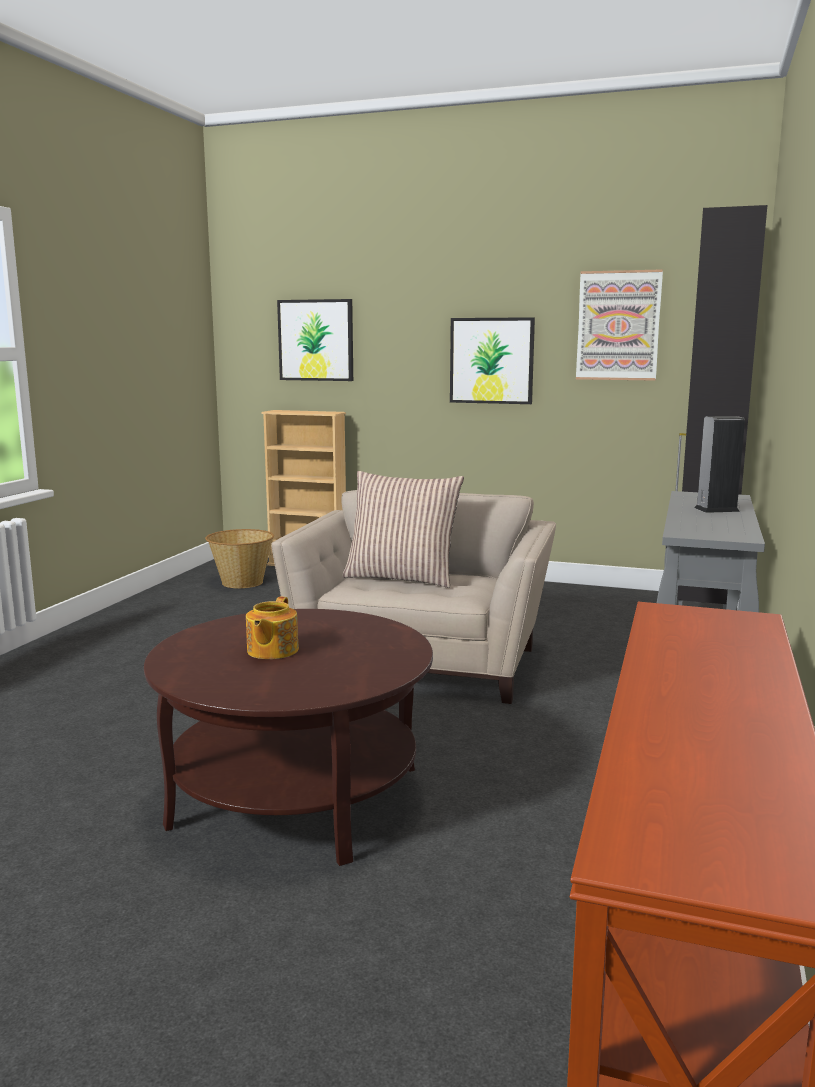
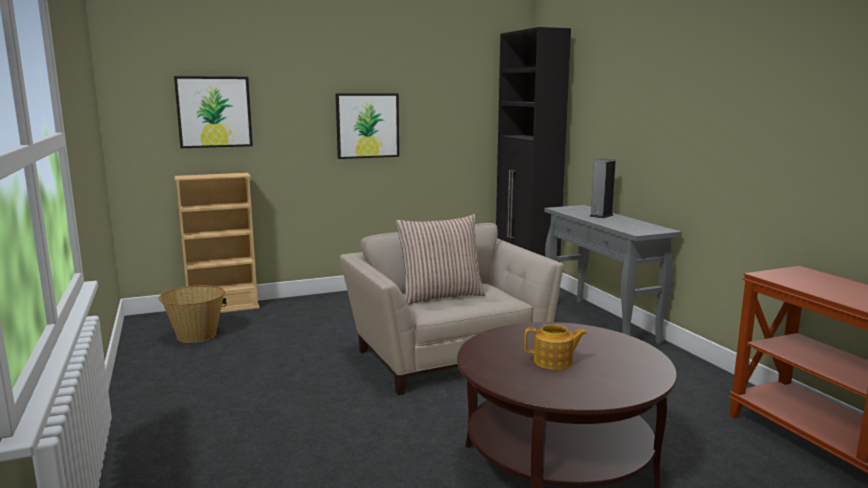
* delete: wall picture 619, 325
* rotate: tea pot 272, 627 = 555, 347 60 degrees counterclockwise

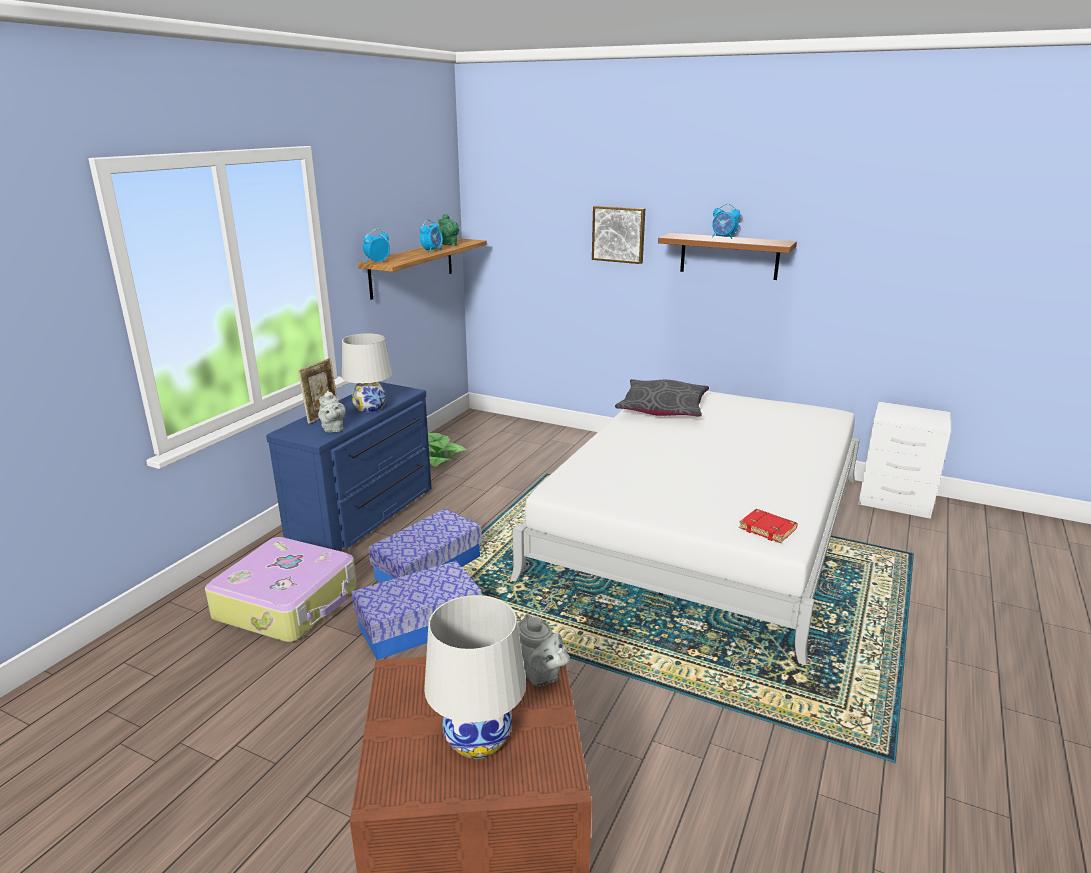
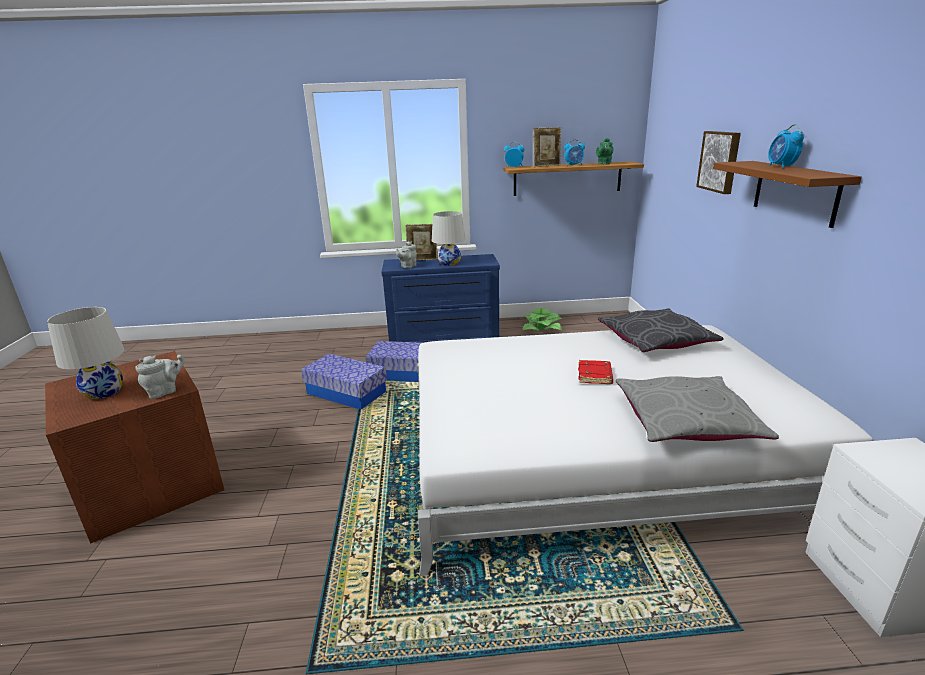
* delete: suitcase 281, 589
* insert: picture frame 547, 147
* insert: grey cushion 697, 409
* move: reddish book 768, 526 to 595, 372
* rotate: grey tea pot 544, 650 = 160, 377 150 degrees counterclockwise

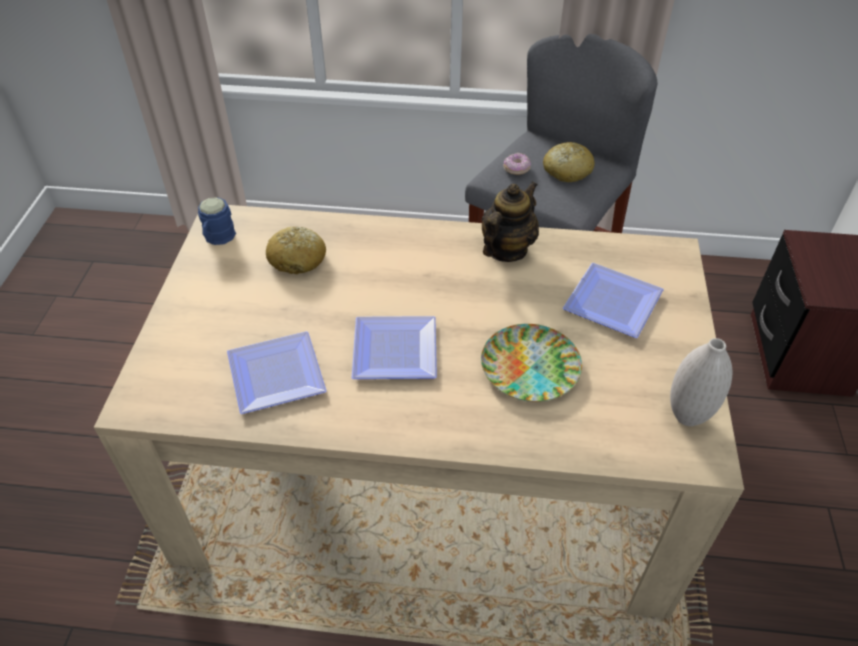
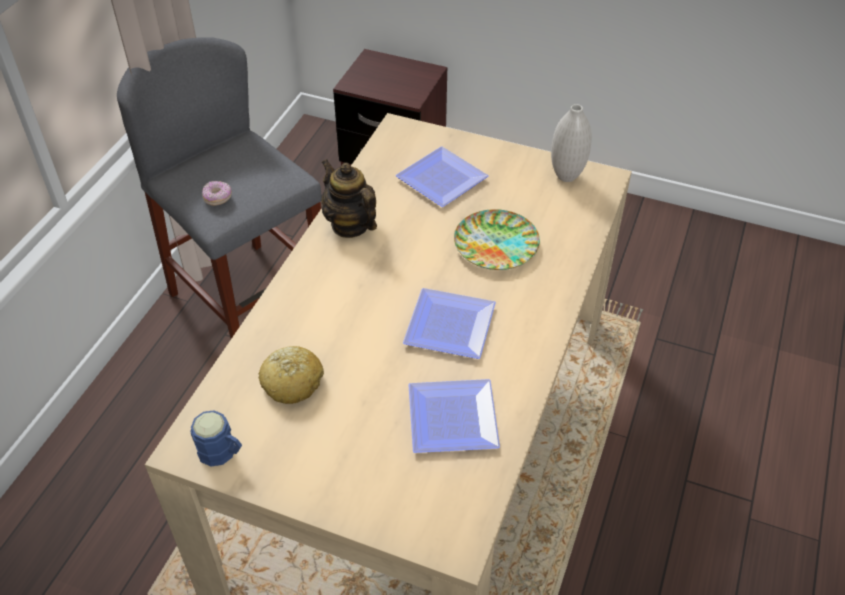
* delete: bread 569, 162

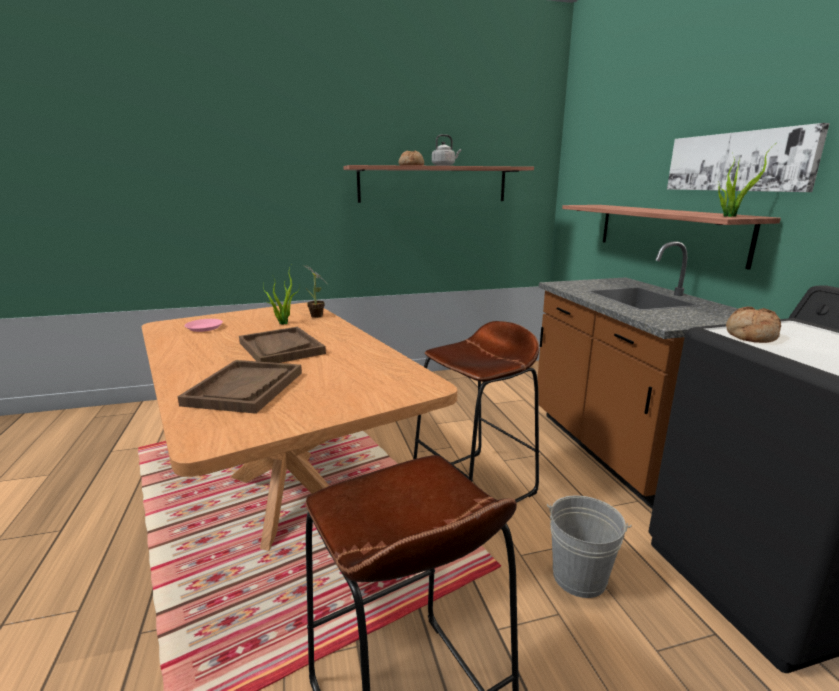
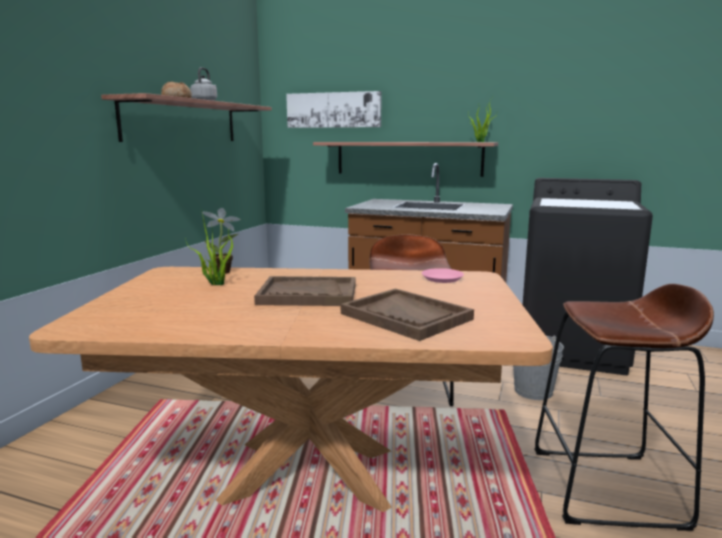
* delete: bread 753, 325
* move: pink dinner plate 204, 325 to 443, 275
* move: wall picture 748, 157 to 334, 109

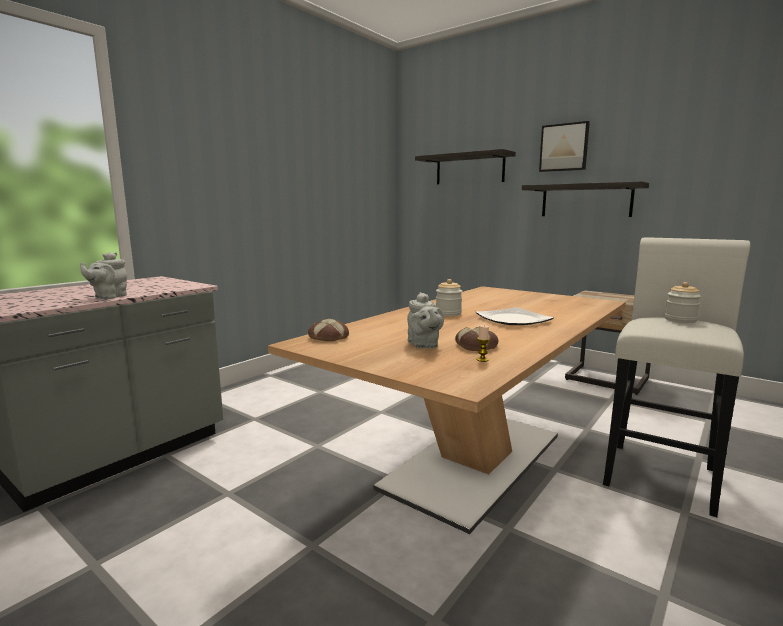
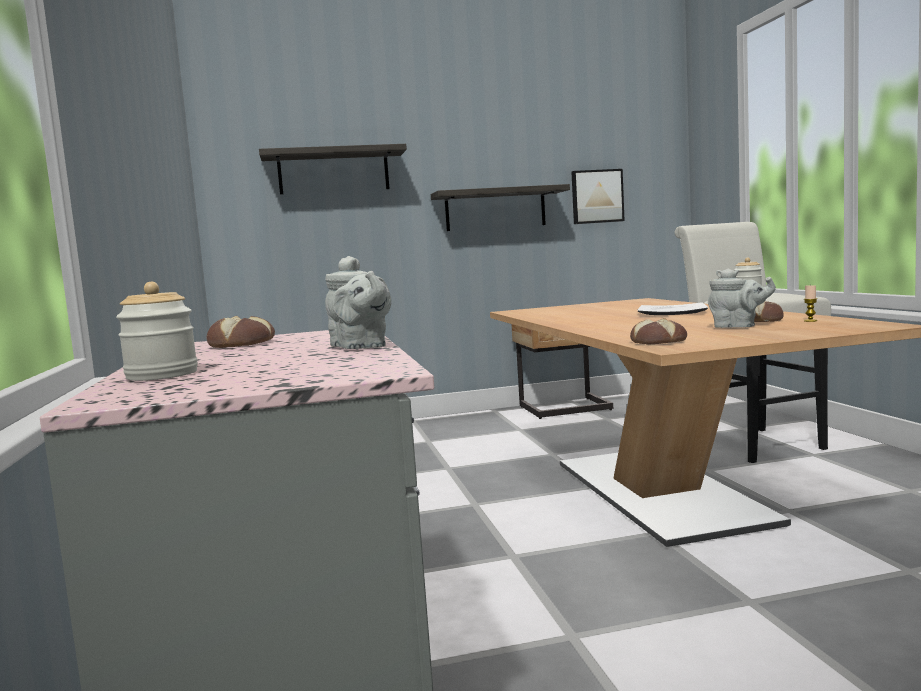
* insert: bread 241, 332
* move: preserve jar 449, 297 to 157, 331
* move: wall picture 564, 146 to 598, 196

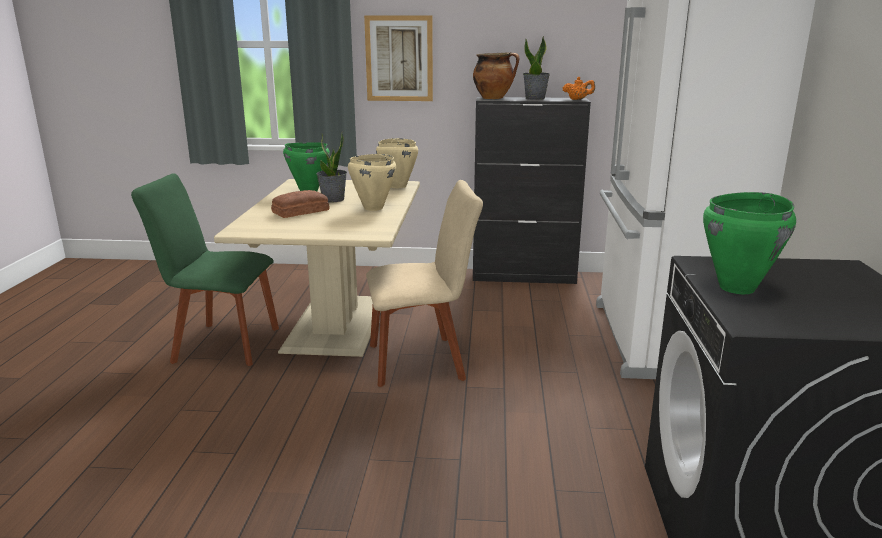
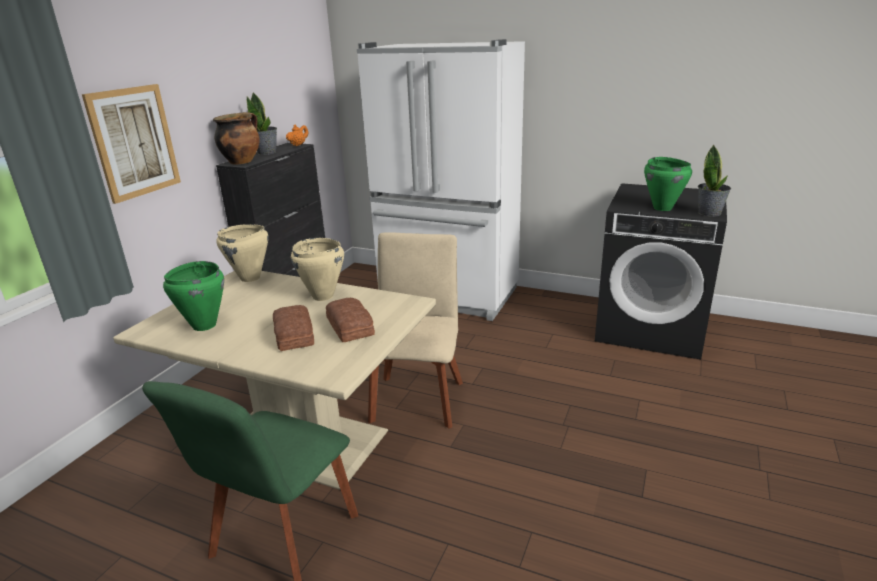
* insert: bread 350, 320
* move: potted plant 331, 167 to 714, 180

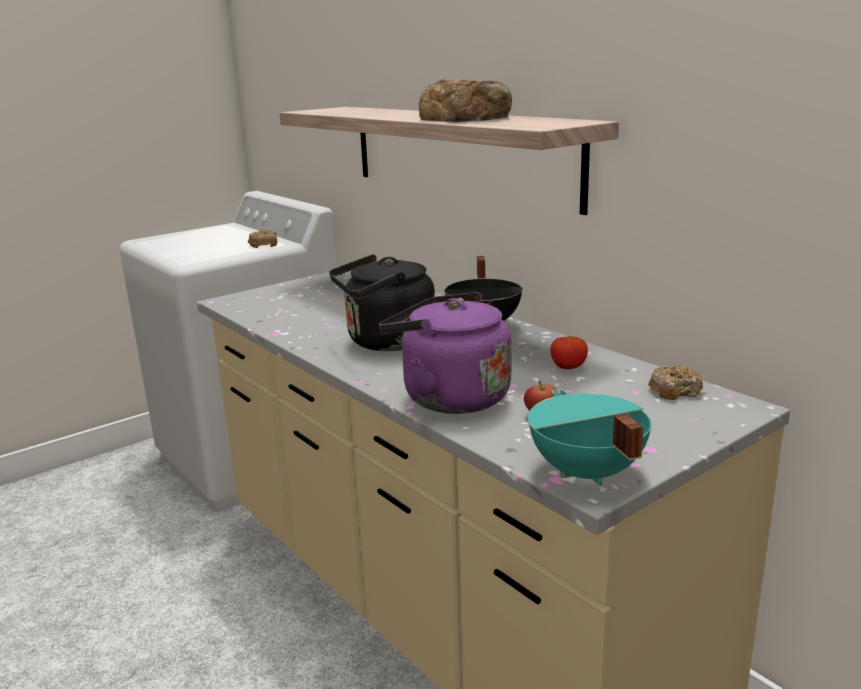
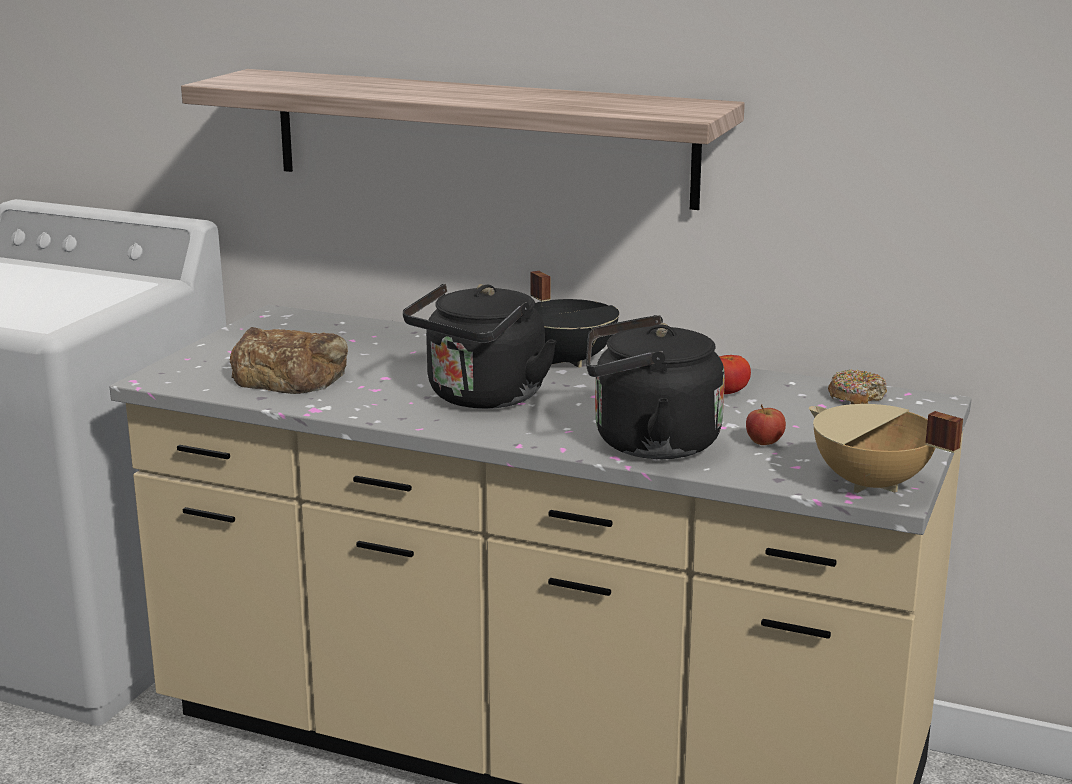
* delete: doughnut 263, 239
* move: bread 465, 100 to 289, 360
* recolor: purple water kettle 445, 353 to black water kettle 655, 387
* recolor: blue-green cooking pot 589, 437 to beige-coloured cooking pot 886, 448

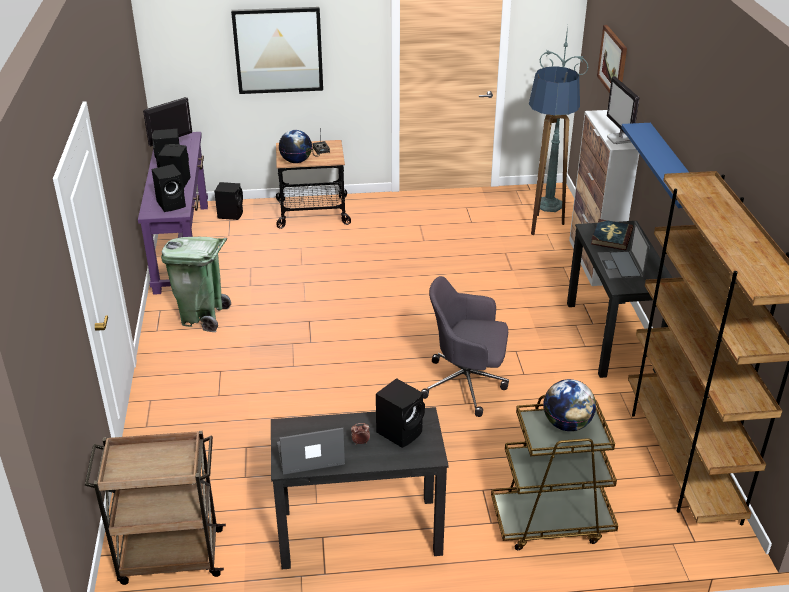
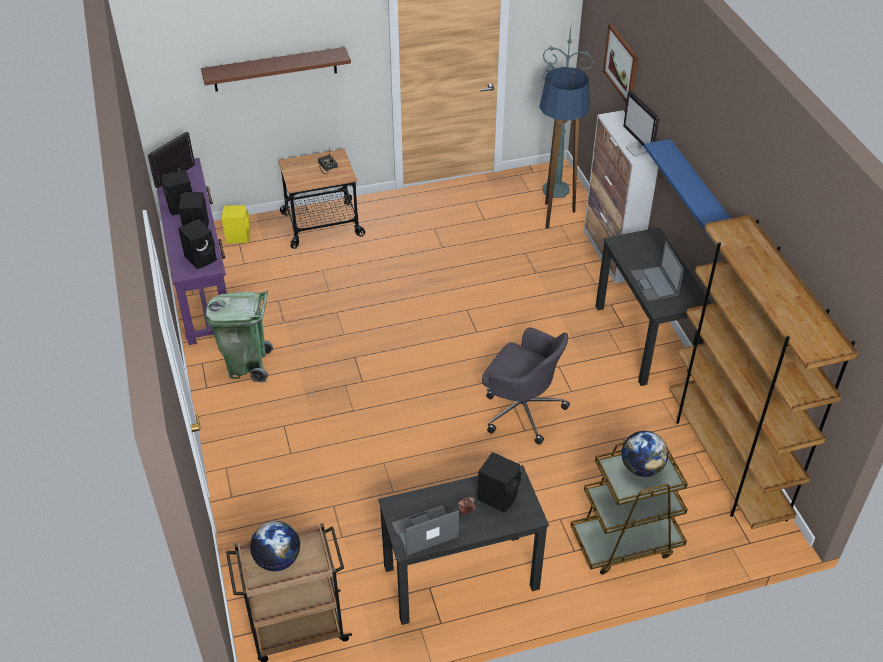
* delete: book 612, 234
* move: desk globe 295, 146 to 275, 546
* replace: wall picture 277, 50 to brownish wall shelf 276, 69
* recolor: black speaker 228, 201 to yellow speaker 236, 224
* rotate: grey computer chair 465, 346 = 526, 386 150 degrees counterclockwise

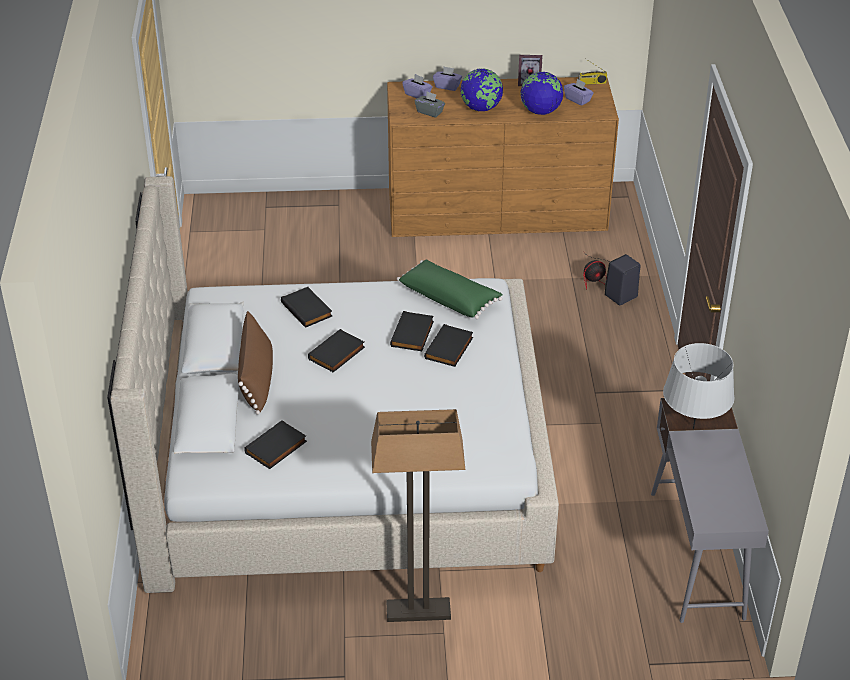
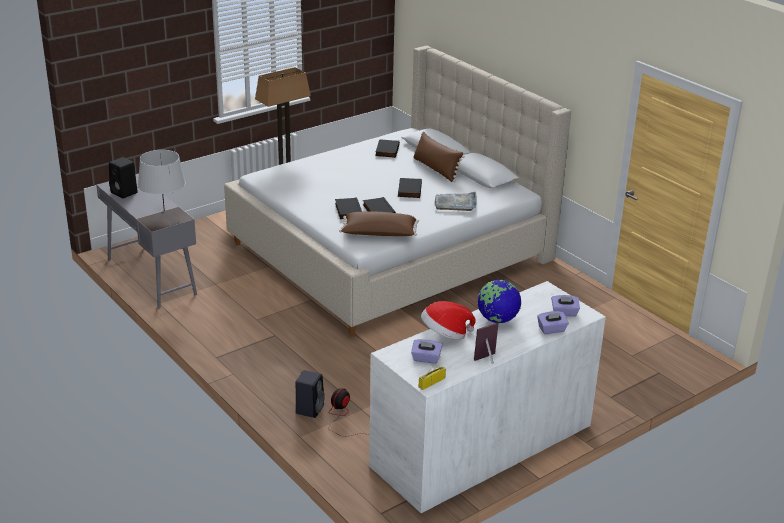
* delete: grey box of tissues 430, 104
* insert: black speaker 123, 177
* replace: black book 306, 307 to grey serving tray 456, 201
* replace: desk globe 542, 93 to clothing hat 448, 320
* recolor: brownish dresser 503, 157 to whitish dresser 487, 397
* recolor: greenish cushion 450, 289 to brownish cushion 379, 224

